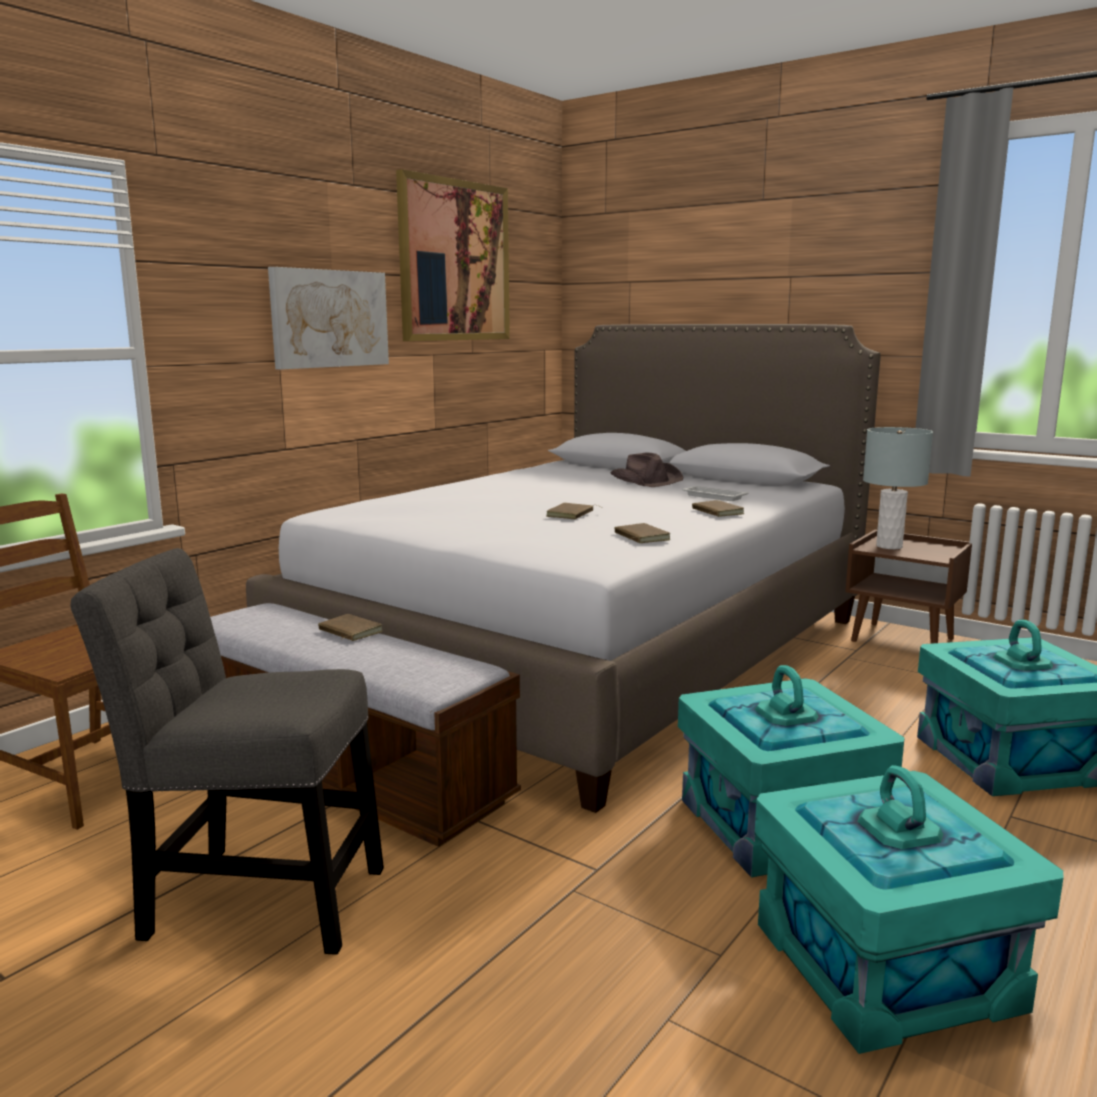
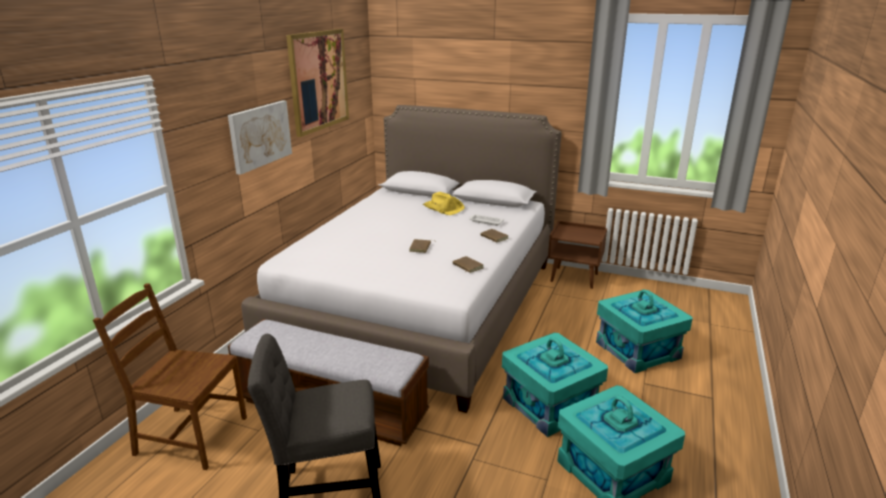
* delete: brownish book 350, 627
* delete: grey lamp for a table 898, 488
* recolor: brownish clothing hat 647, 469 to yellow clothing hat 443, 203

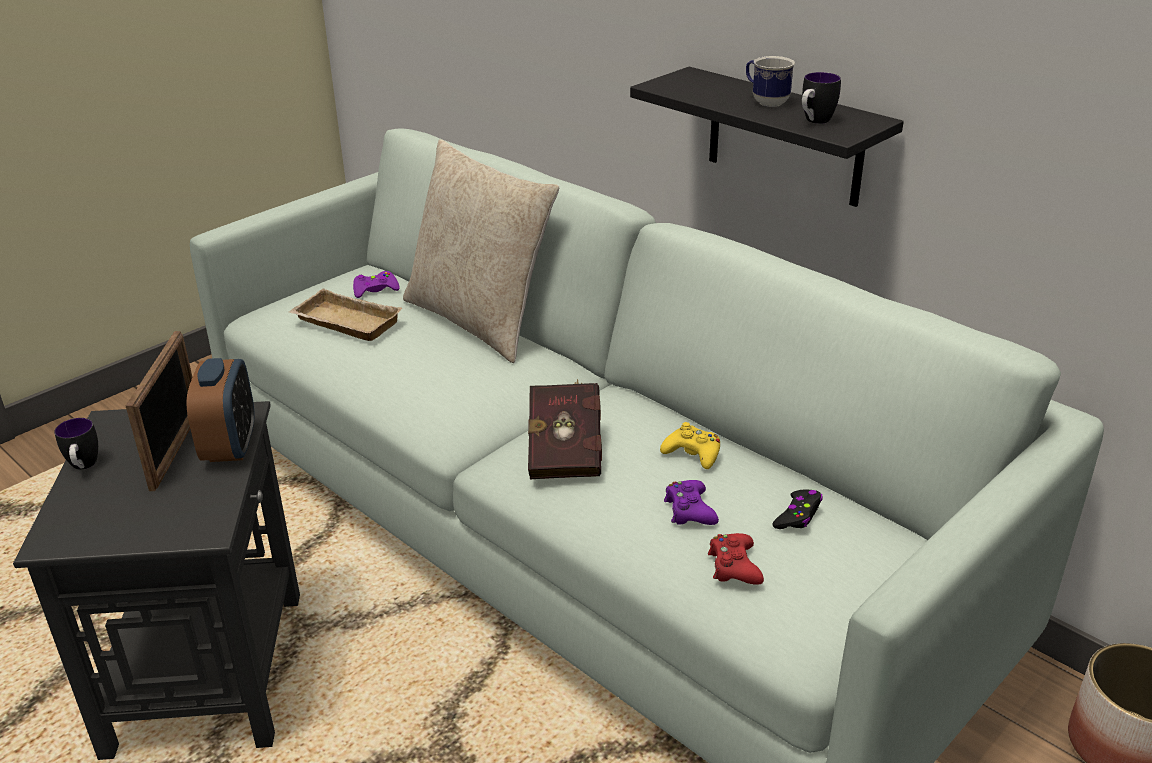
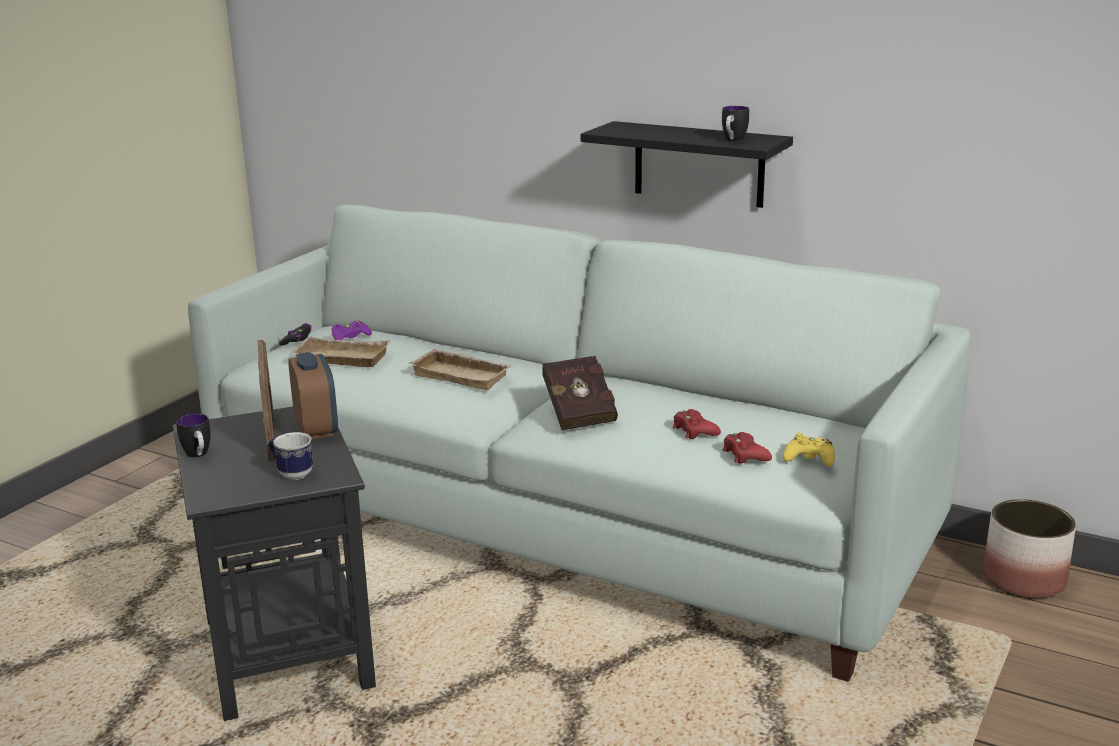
* delete: beige-coloured cushion 481, 251
* insert: beige-coloured serving tray 461, 369
* move: yellow gamepad 690, 445 to 809, 450
* move: mug 770, 81 to 291, 456
* move: black gamepad 797, 509 to 295, 334
* recolor: purple gamepad 691, 502 to reddish gamepad 697, 424

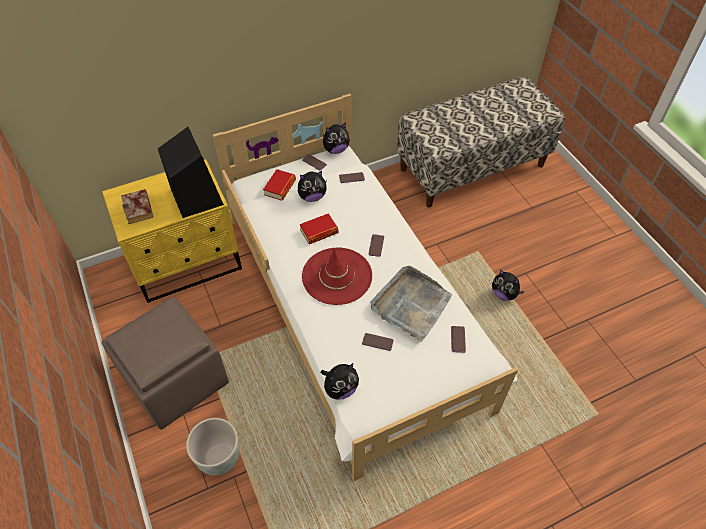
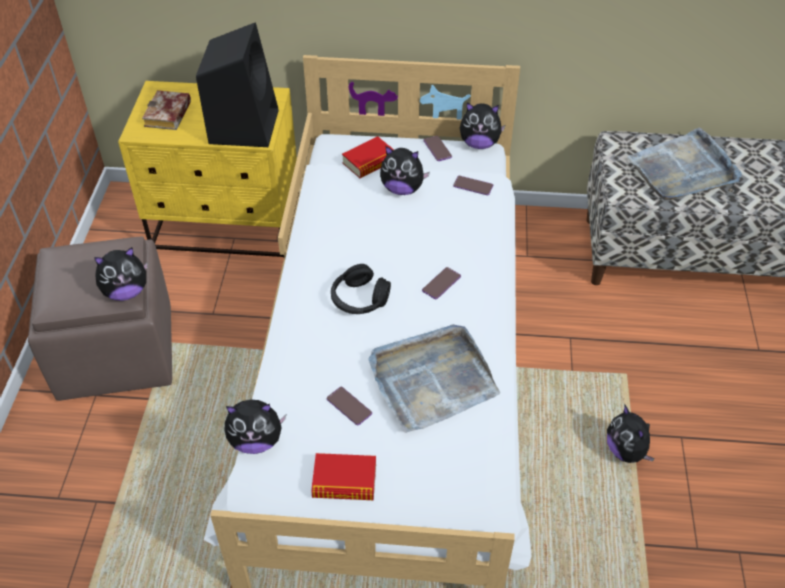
* delete: grey planter 213, 447
* delete: phone 458, 339
* insert: soft toy 121, 274
* insert: grey serving tray 684, 163
* move: book 319, 228 to 343, 476
* replace: reddish clothing hat 337, 276 to black pair of headphones 361, 289

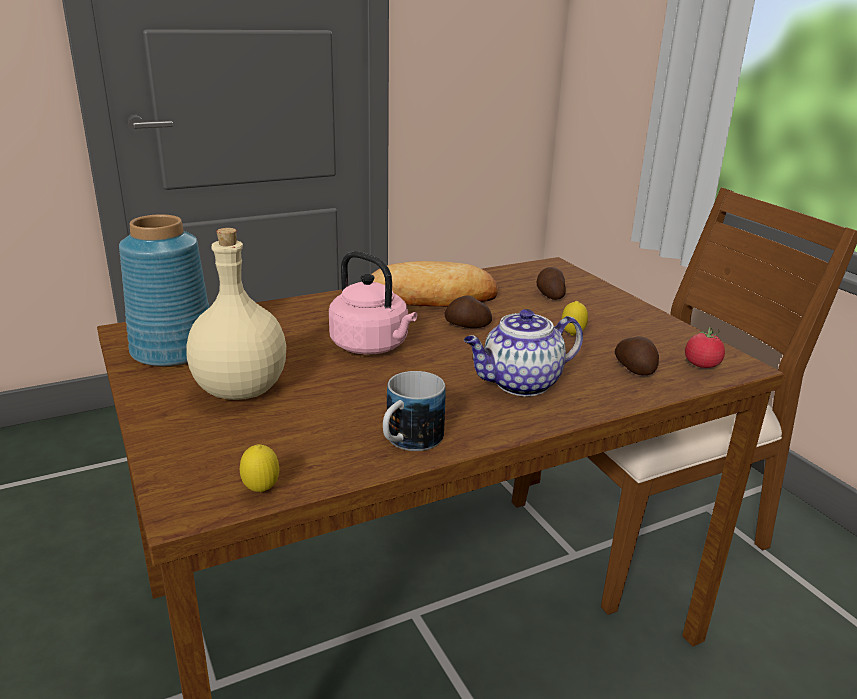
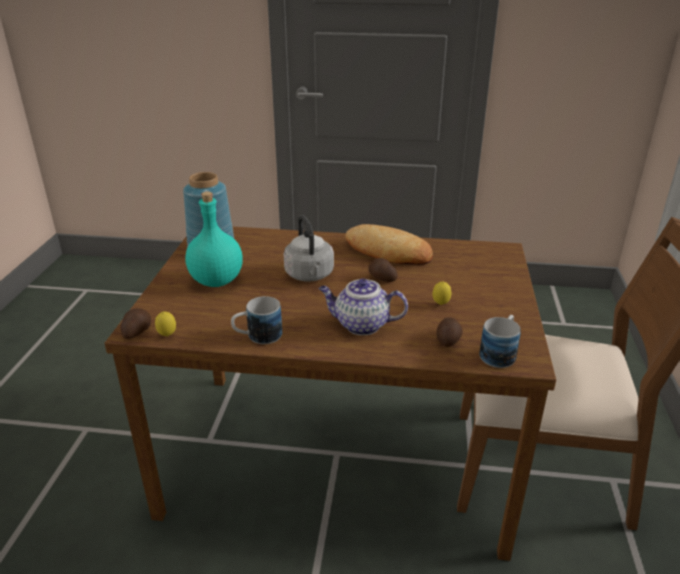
* move: whole potato 551, 283 to 135, 323
* replace: fresh tomato 705, 347 to mug 500, 341
* recolor: beige-coloured bottle 236, 314 to blue-green bottle 214, 239
* recolor: pink water kettle 373, 303 to grey water kettle 309, 248

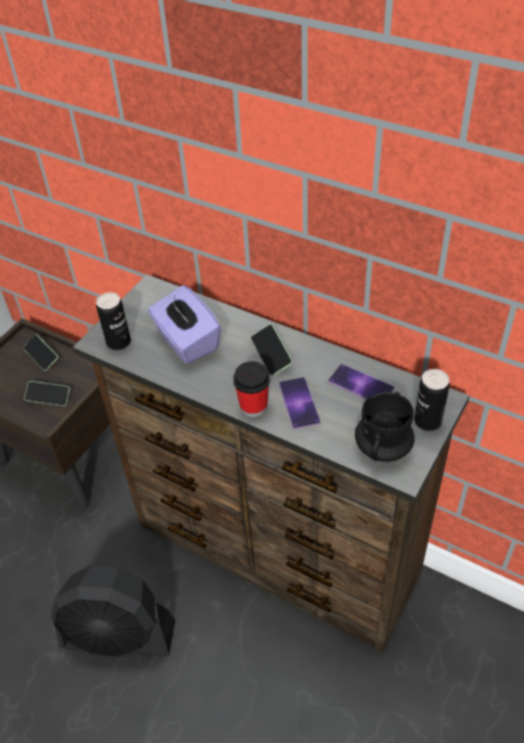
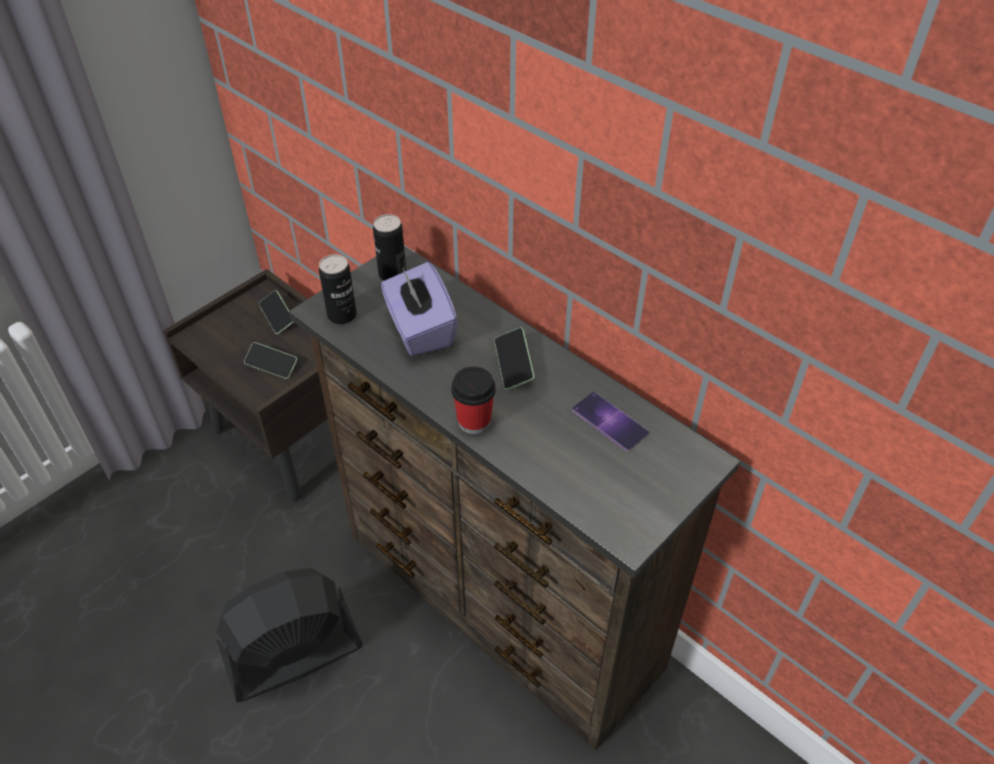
* delete: phone 300, 403
* delete: black mug 385, 427
* move: metal can 432, 400 to 389, 247
* rotate: black cooling fan 113, 611 = 290, 635 135 degrees clockwise

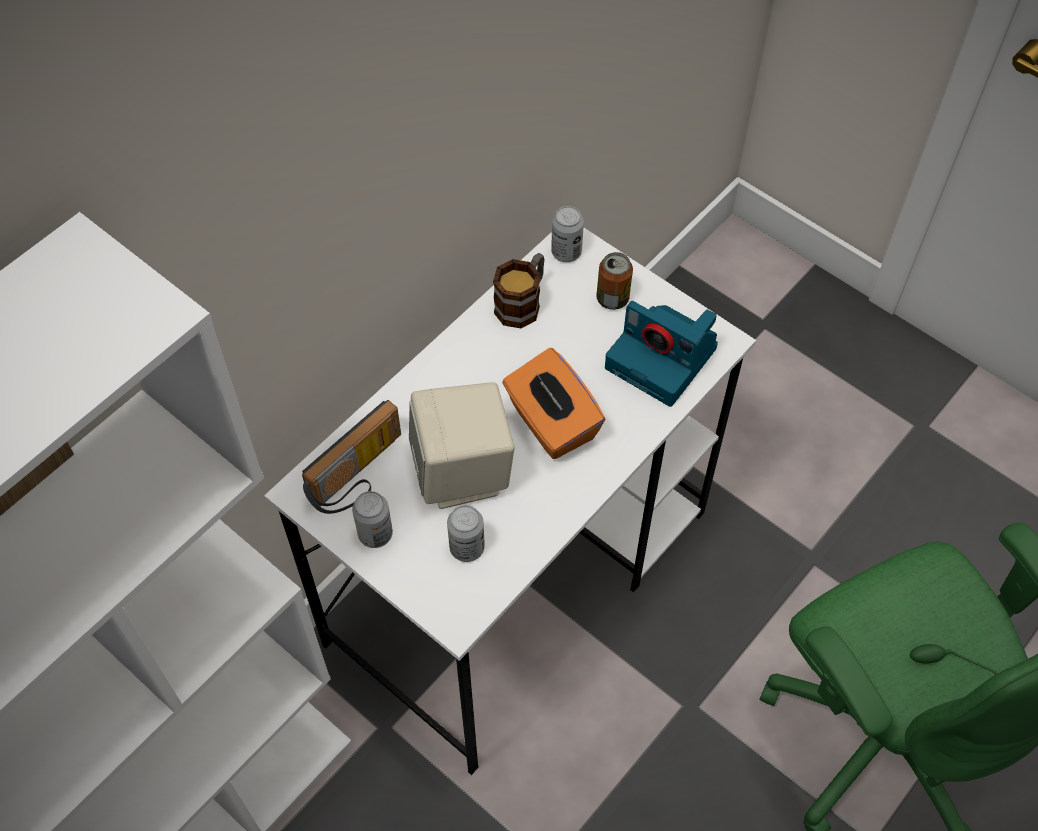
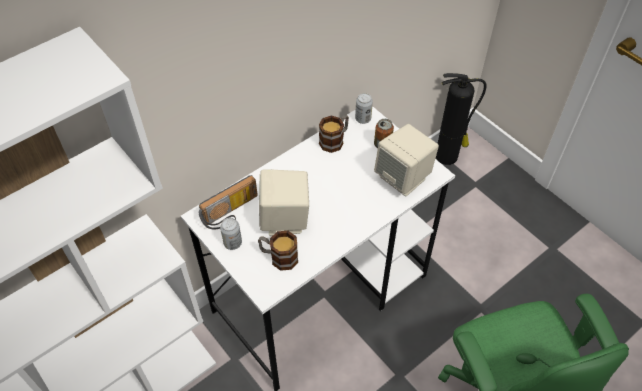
* delete: orangey box of tissues 553, 403
* insert: fire extinguisher 461, 119
* replace: metal can 466, 533 to mug 278, 251
* replace: photo camera 661, 354 to beige-coloured speaker 406, 160

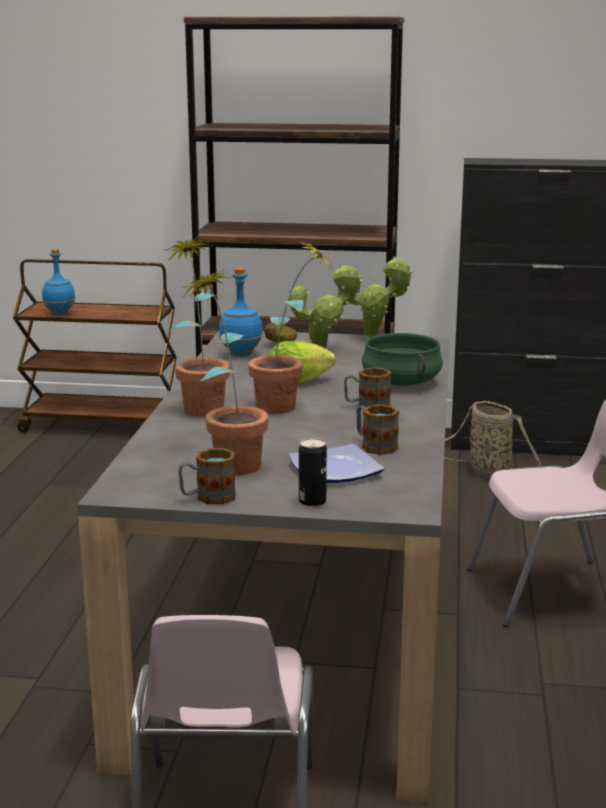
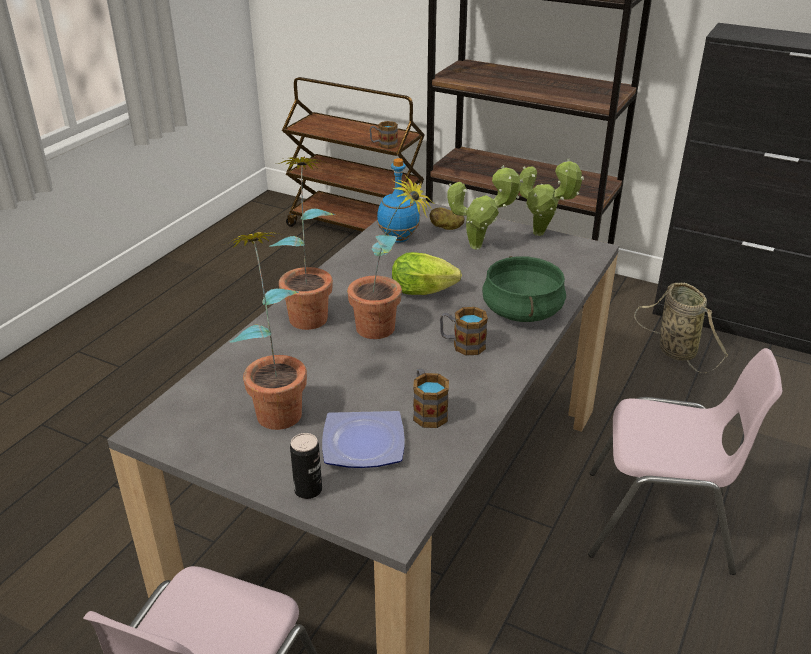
* delete: bluish bottle 58, 282
* move: mug 207, 476 to 384, 135

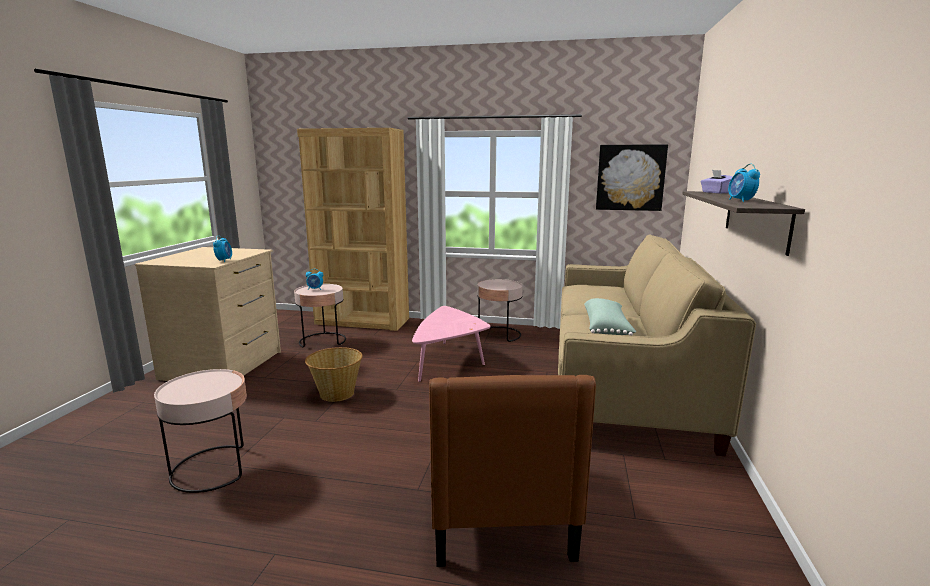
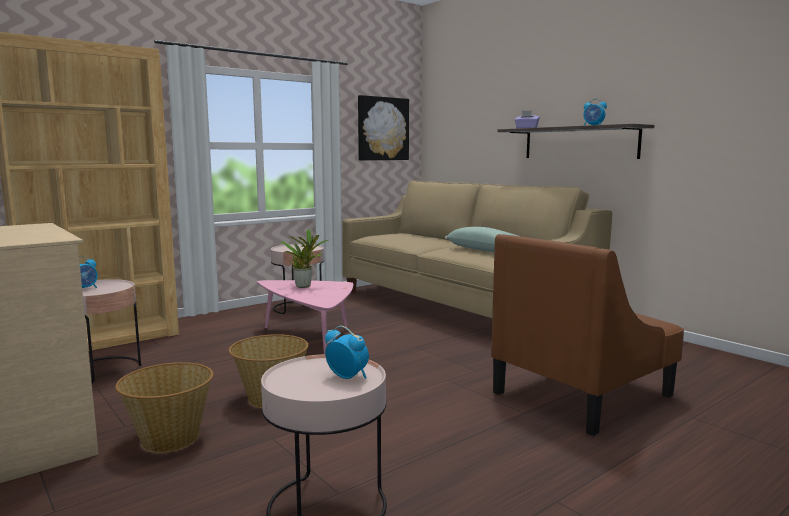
* insert: household basket 164, 407
* insert: potted plant 305, 258
* move: bedside clock 222, 248 to 347, 352
* rotate: brownish lounge chair 512, 471 = 587, 335 105 degrees clockwise

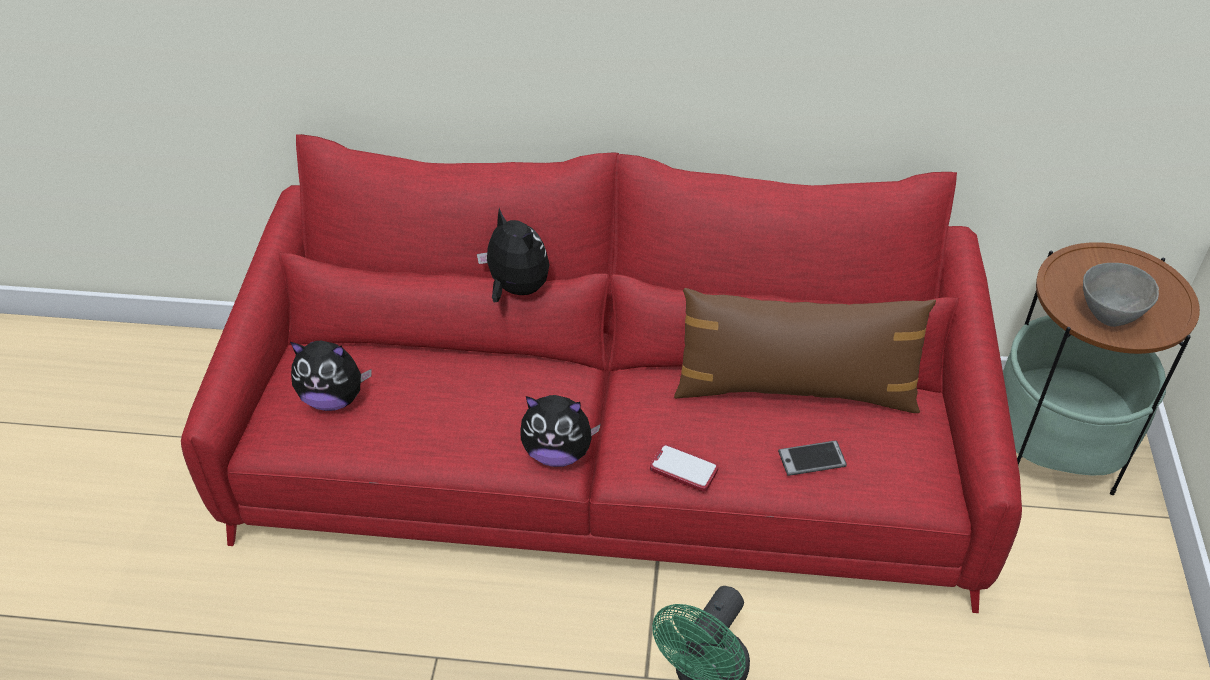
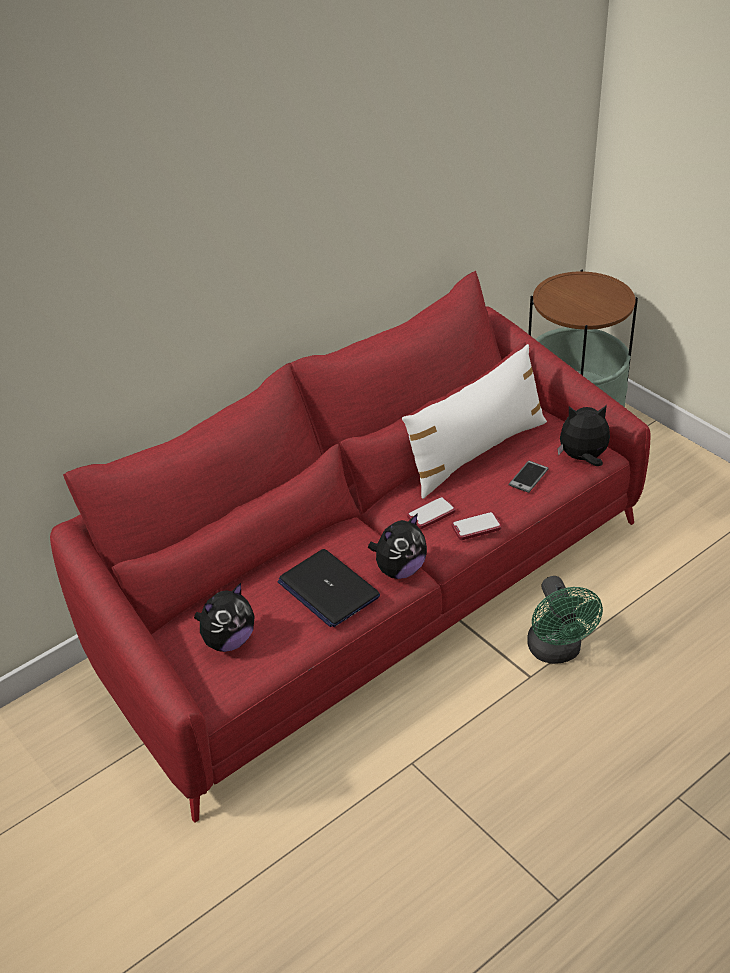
* delete: grey deep dish 1121, 295
* insert: laptop 329, 588
* insert: phone 431, 513
* move: soft toy 513, 255 to 583, 435
* recolor: brownish cushion 805, 350 to whitish cushion 474, 421

